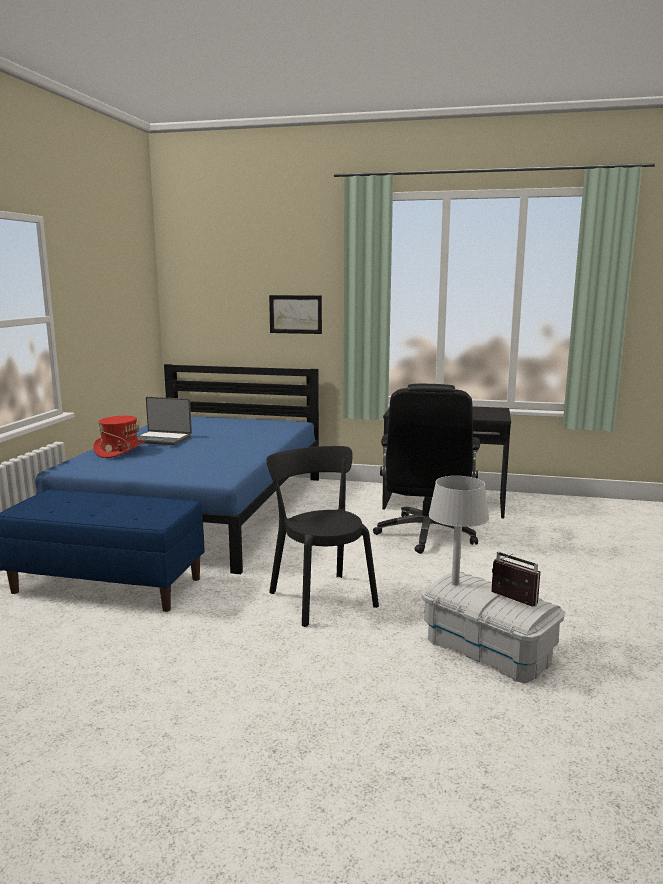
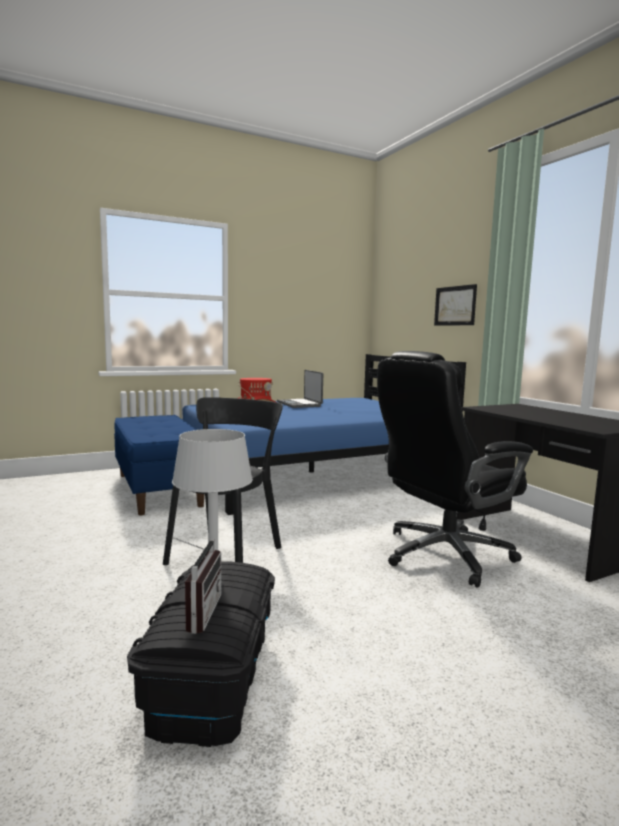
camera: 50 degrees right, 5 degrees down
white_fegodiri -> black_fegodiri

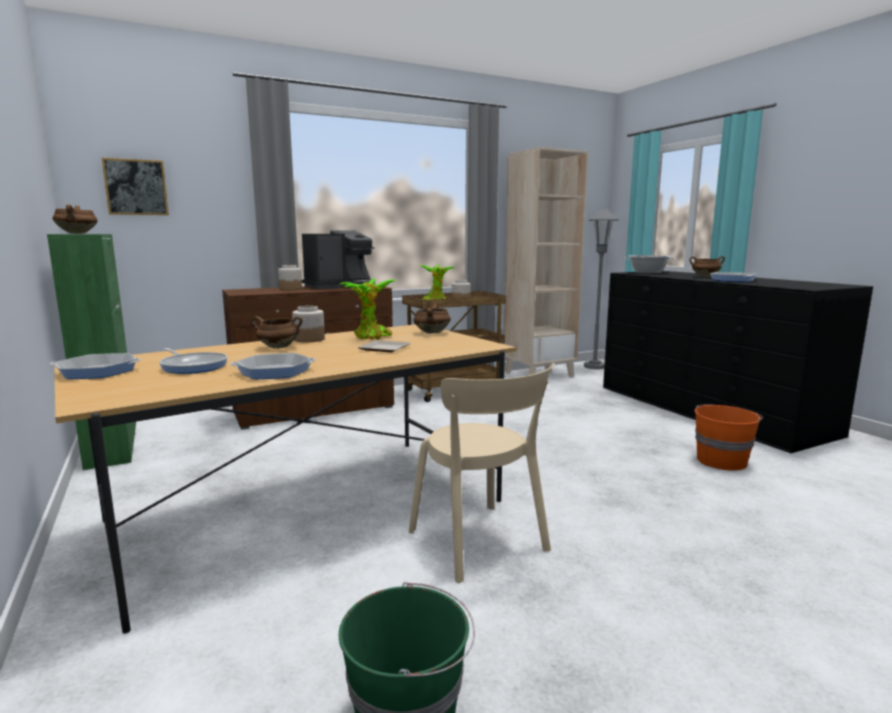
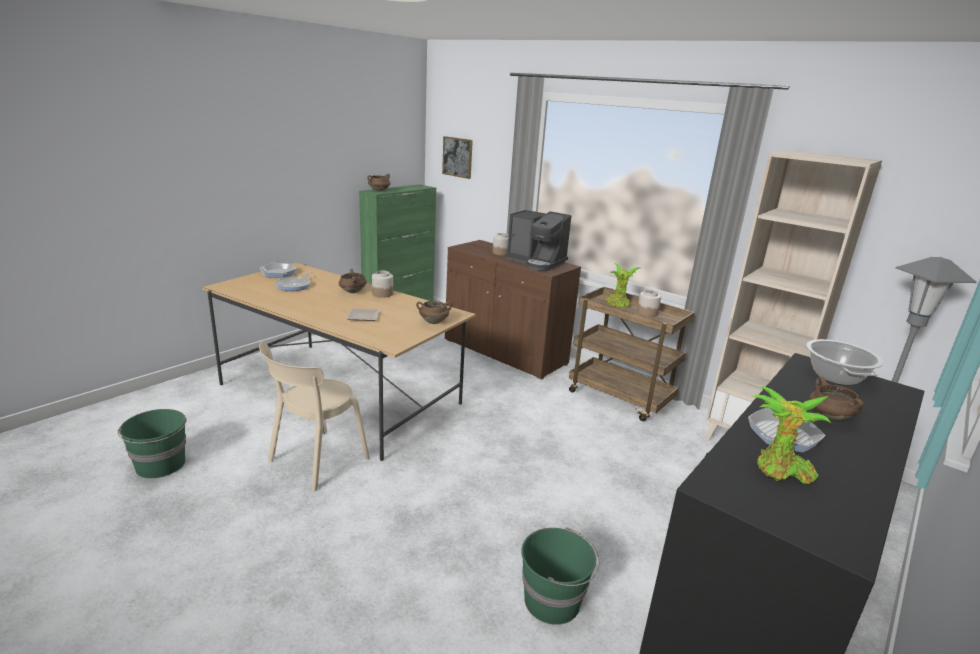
camera: 65 degrees right, 10 degrees up
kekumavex (3rd from left) -> none
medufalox (1st from left in the first image) -> medufalox (2nd from left), move
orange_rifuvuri -> green_rifuvuri (2nd from left)

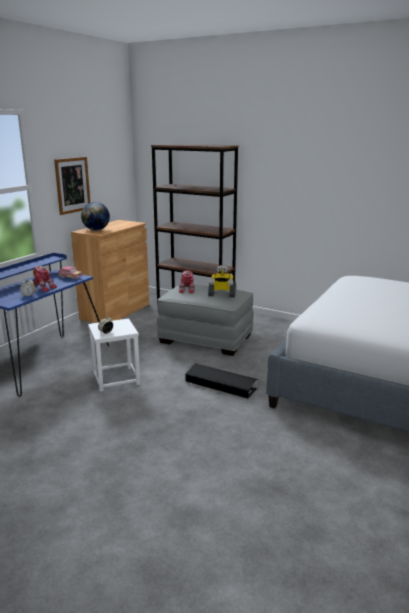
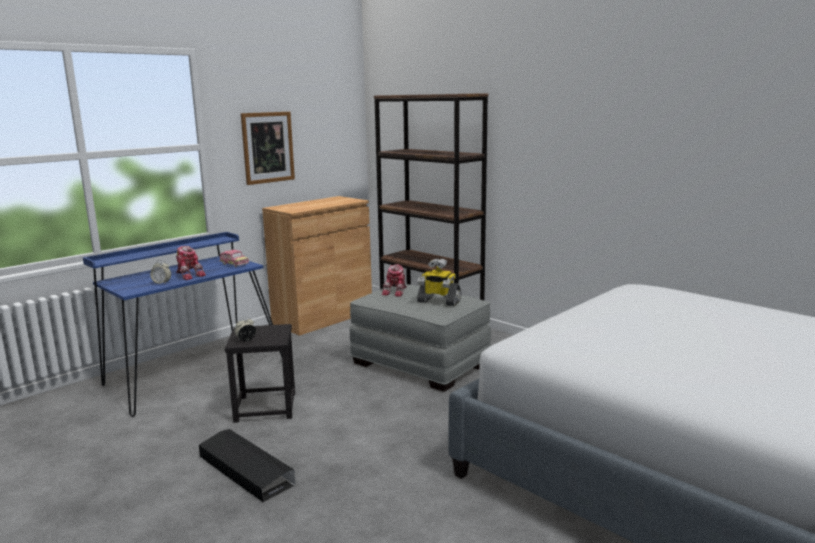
camera: 15 degrees right, 5 degrees down
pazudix -> none
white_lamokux -> black_lamokux
black_fegodiri, move

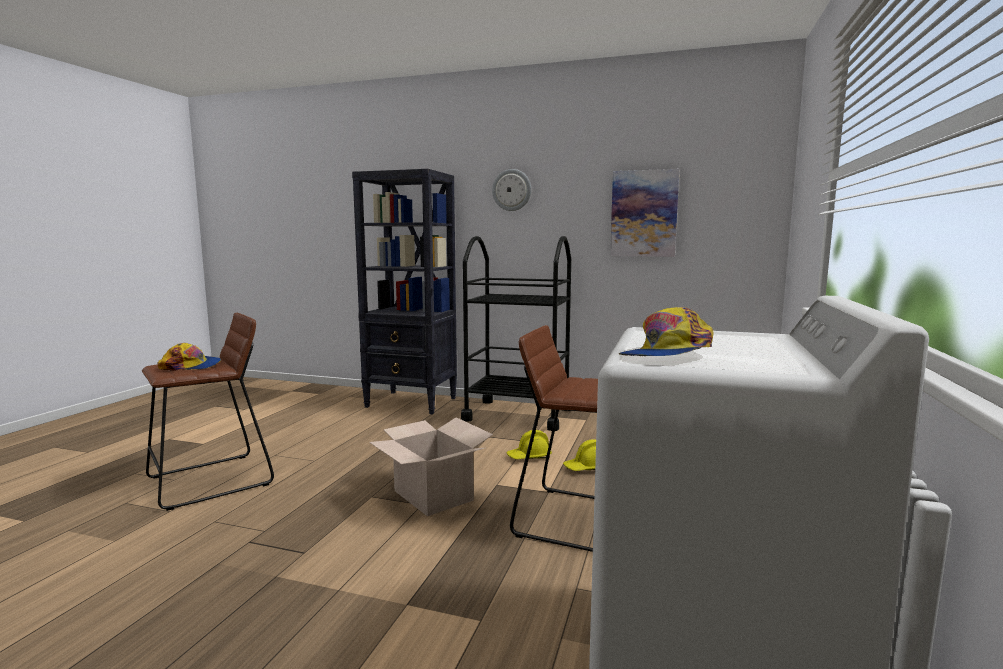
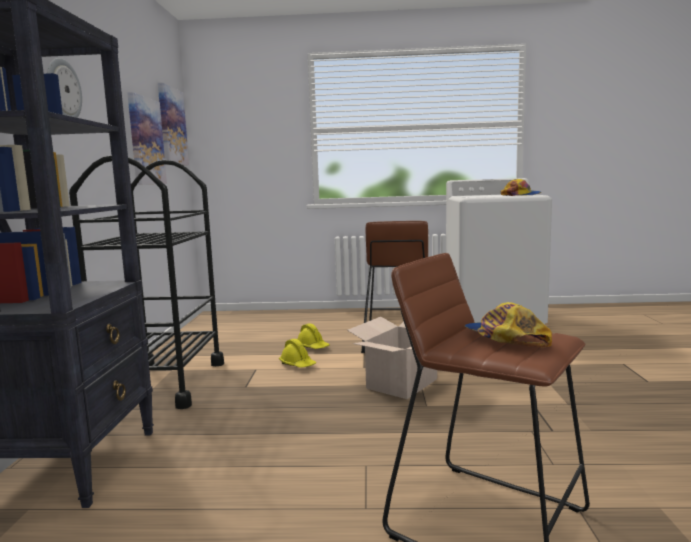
camera: 105 degrees left, 0 degrees up
none -> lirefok (2nd from left)

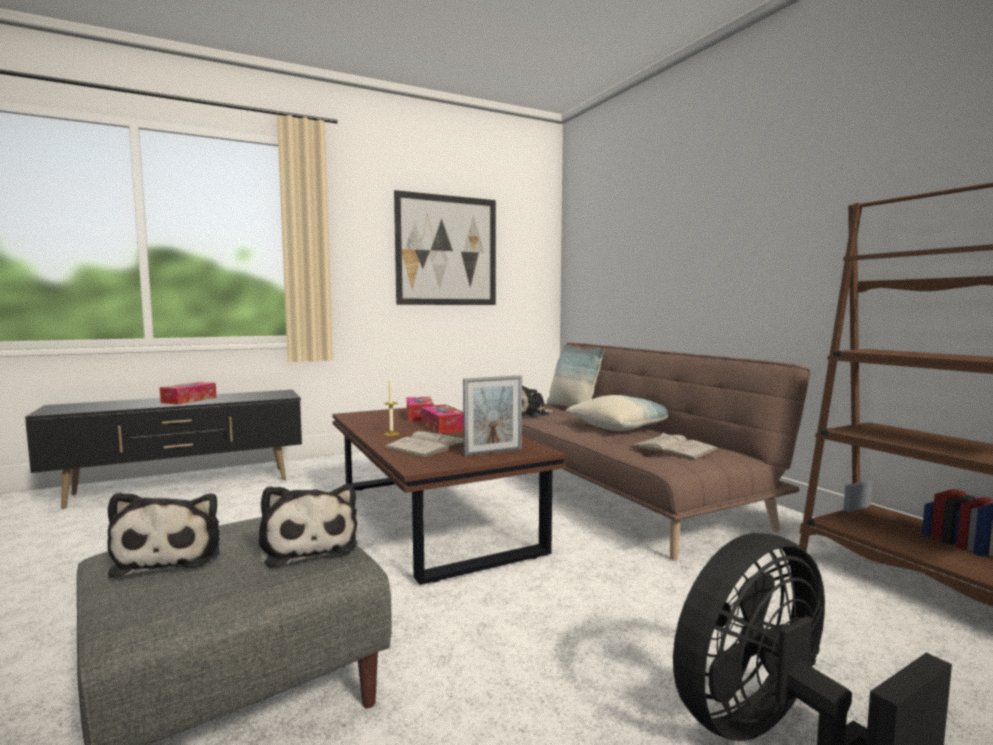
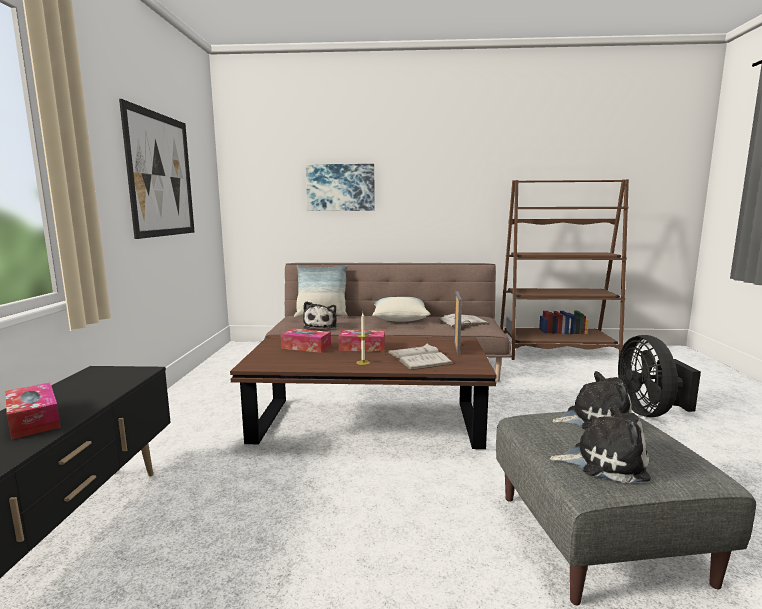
camera: 60 degrees left, 5 degrees up
none -> lirefok (2nd from left)

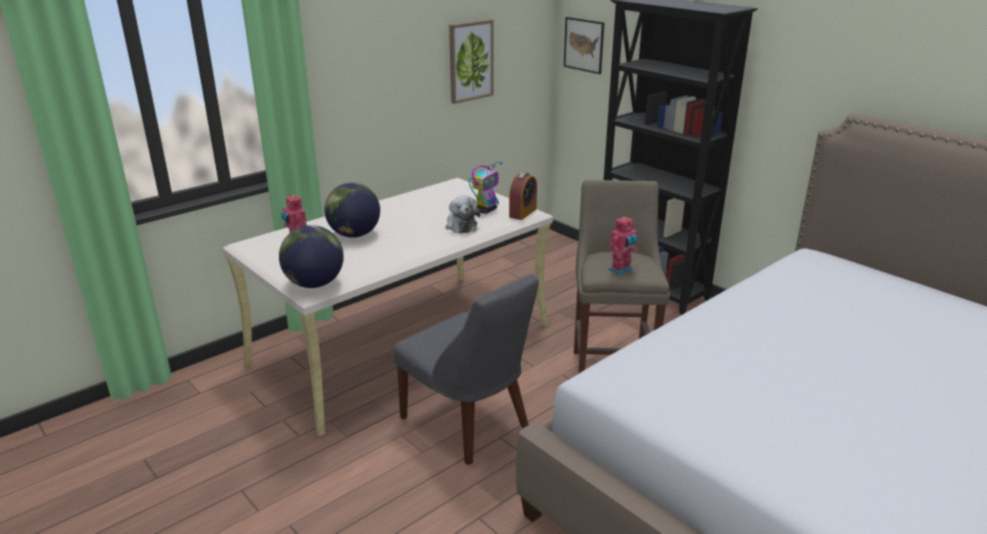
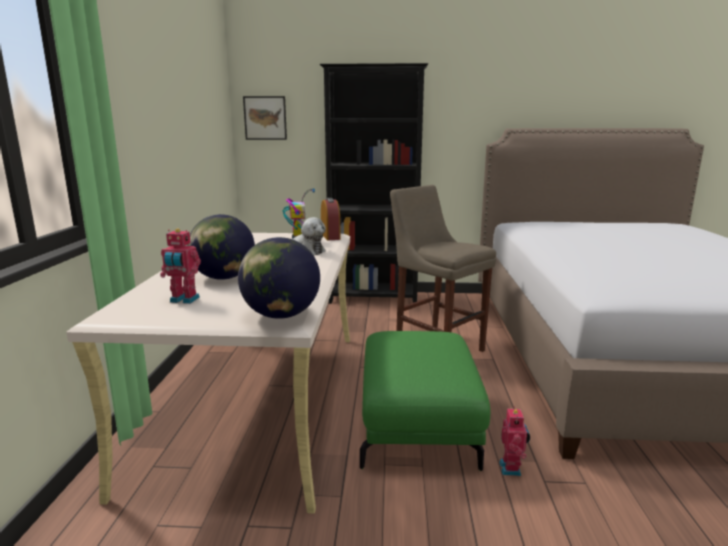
camera: 45 degrees left, 10 degrees down
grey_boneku -> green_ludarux
lirefok (1st from left) -> none
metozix (3rd from left), move

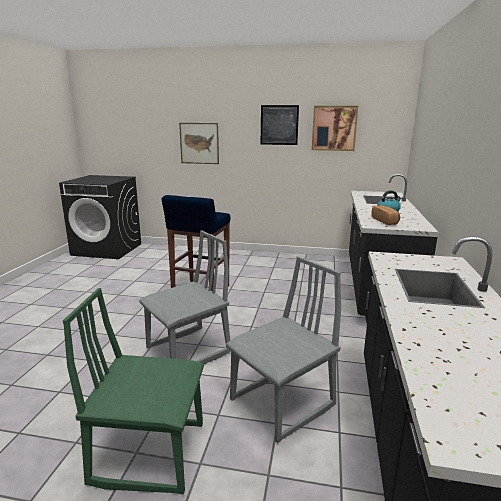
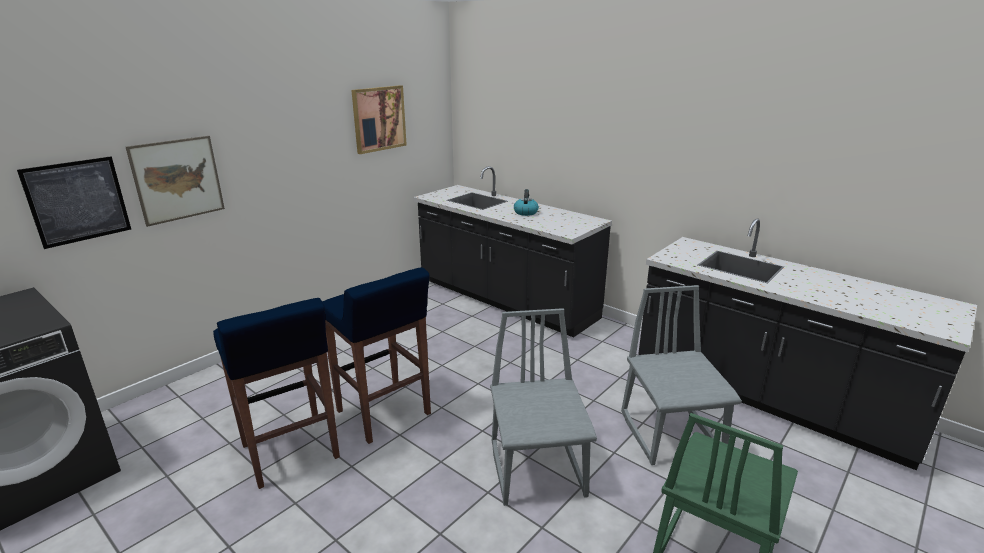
camera: 60 degrees left, 5 degrees up
lirefok (2nd from left in the first image) -> lirefok (1st from left), move
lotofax -> none
none -> blue_lamokux (1st from left)

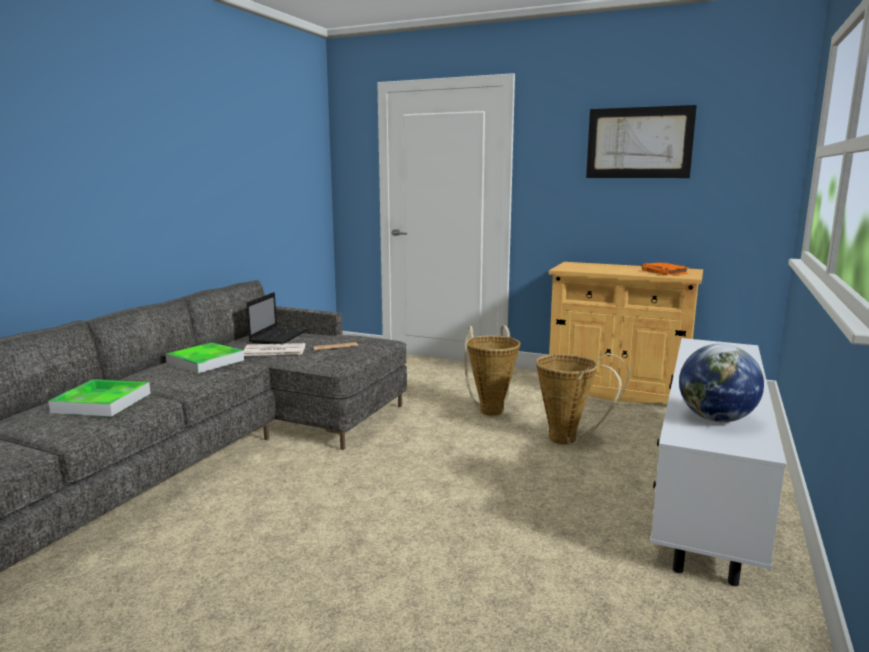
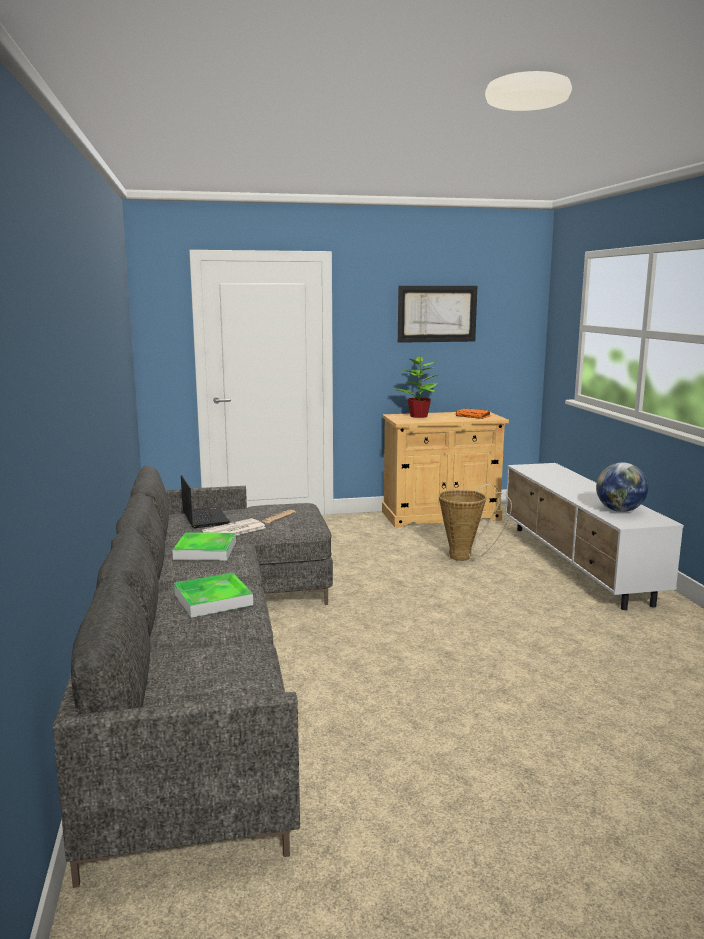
camera: 35 degrees left, 0 degrees up
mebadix (1st from left) -> none
none -> medufalox

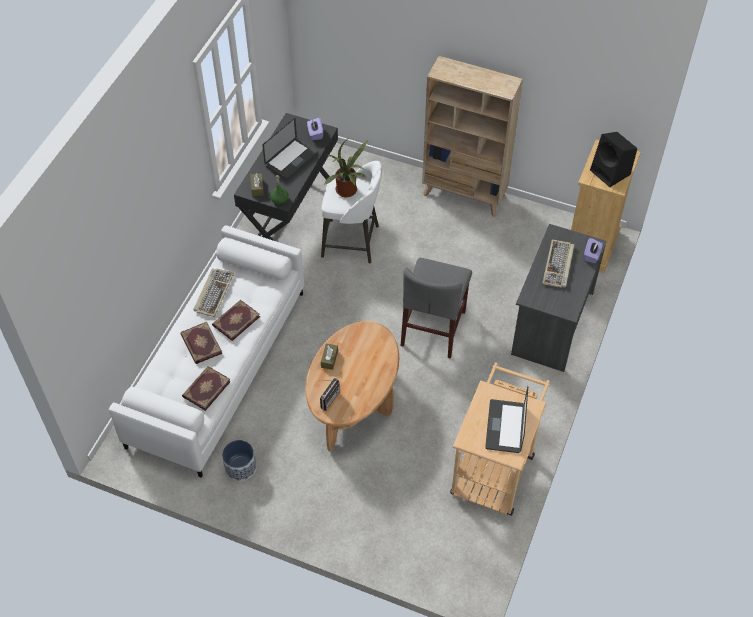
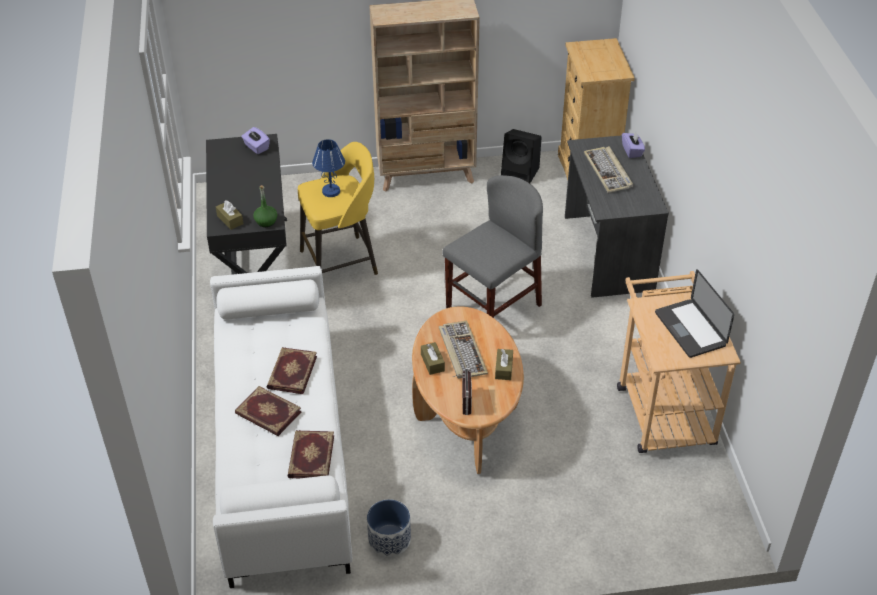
camera: 30 degrees left, 10 degrees down
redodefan (1st from left), move
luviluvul (1st from left) -> none
white_lamokux -> yellow_lamokux
medufalox -> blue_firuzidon
grey_boneku, 120 degrees counterclockwise
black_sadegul, move
none -> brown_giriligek (3rd from left)

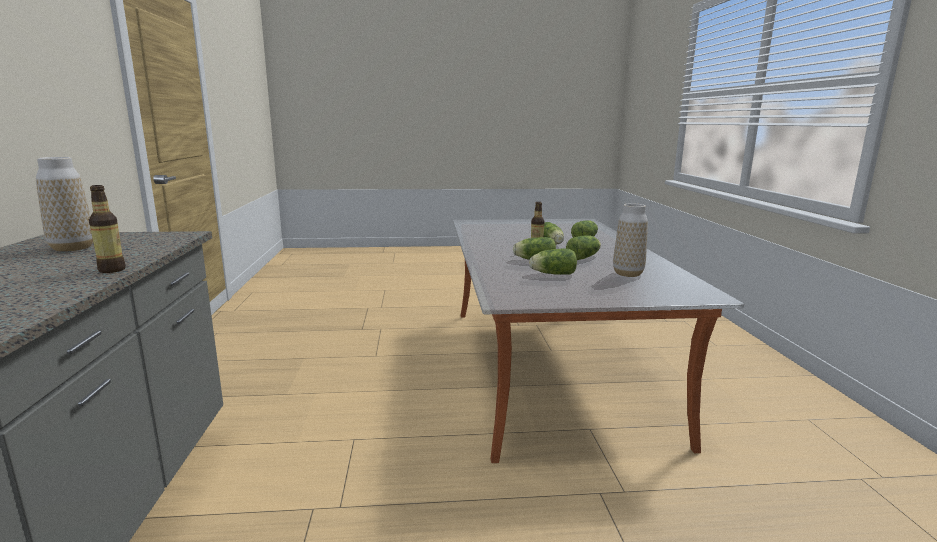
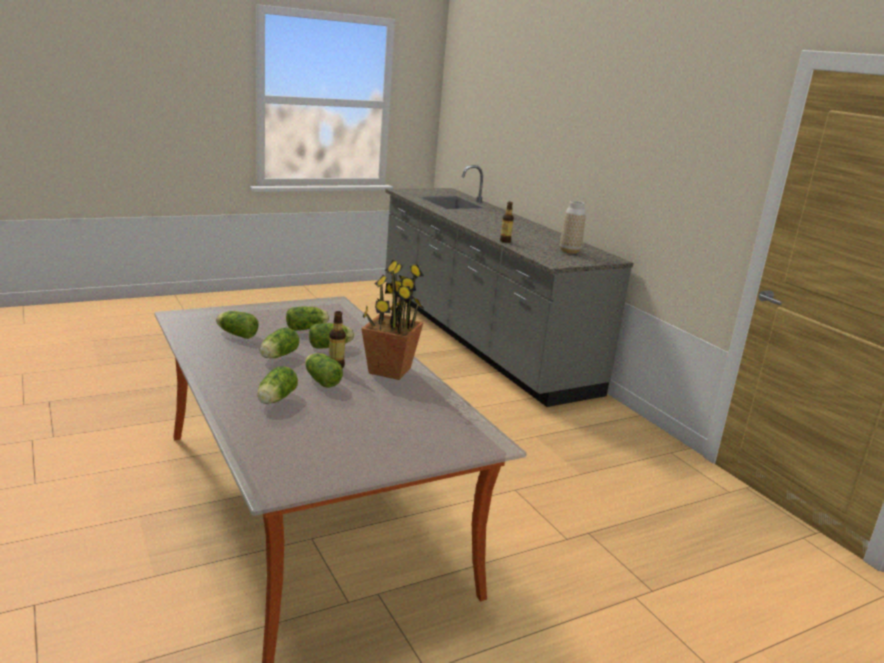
camera: 155 degrees right, 5 degrees up
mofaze (2nd from left) -> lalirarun (1st from left)
none -> medufalox

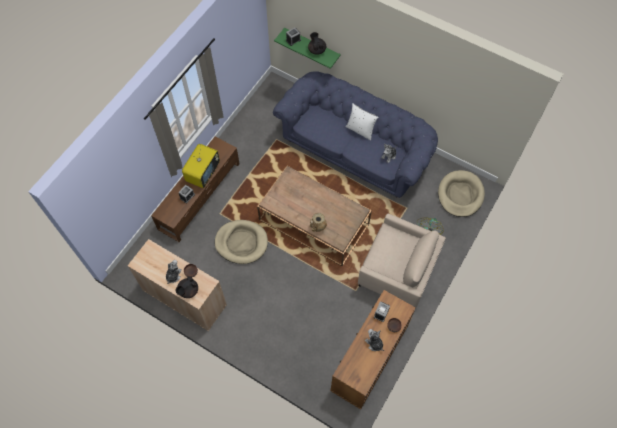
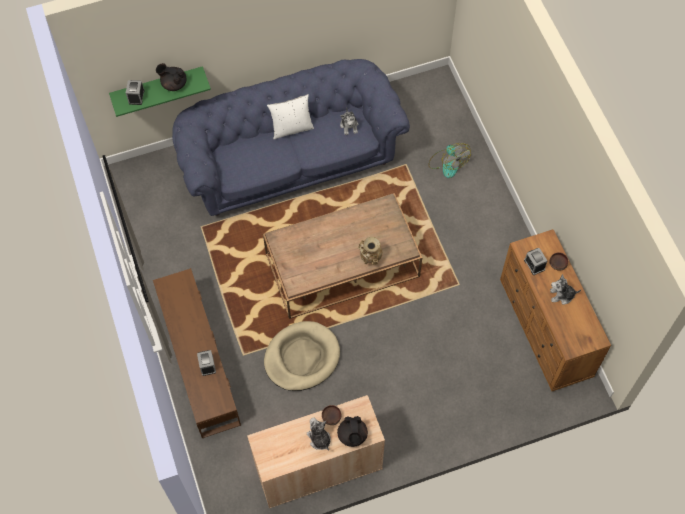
camera: 50 degrees left, 0 degrees up
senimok -> none
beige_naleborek -> none
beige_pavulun (2nd from left) -> none

